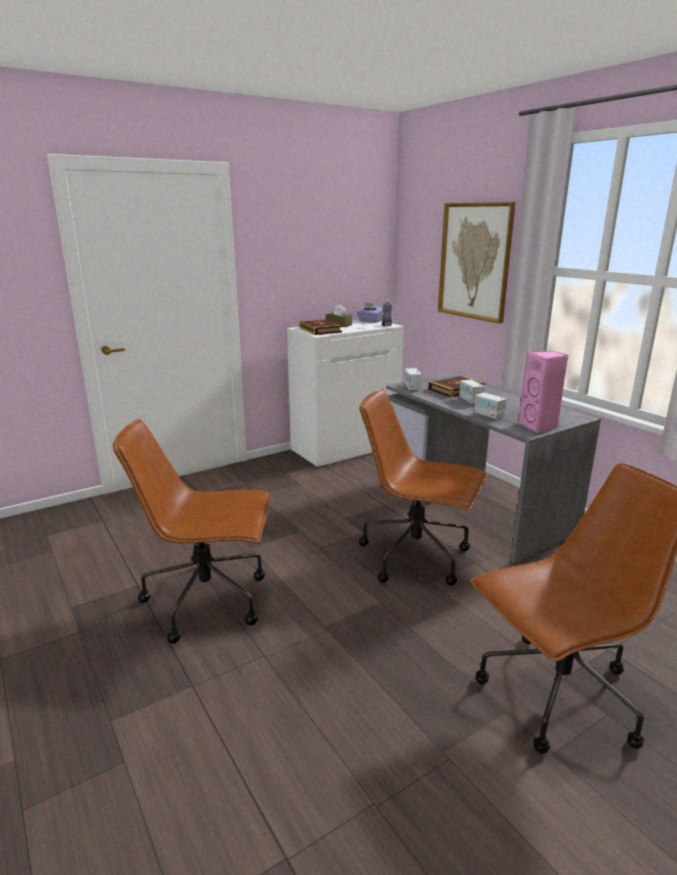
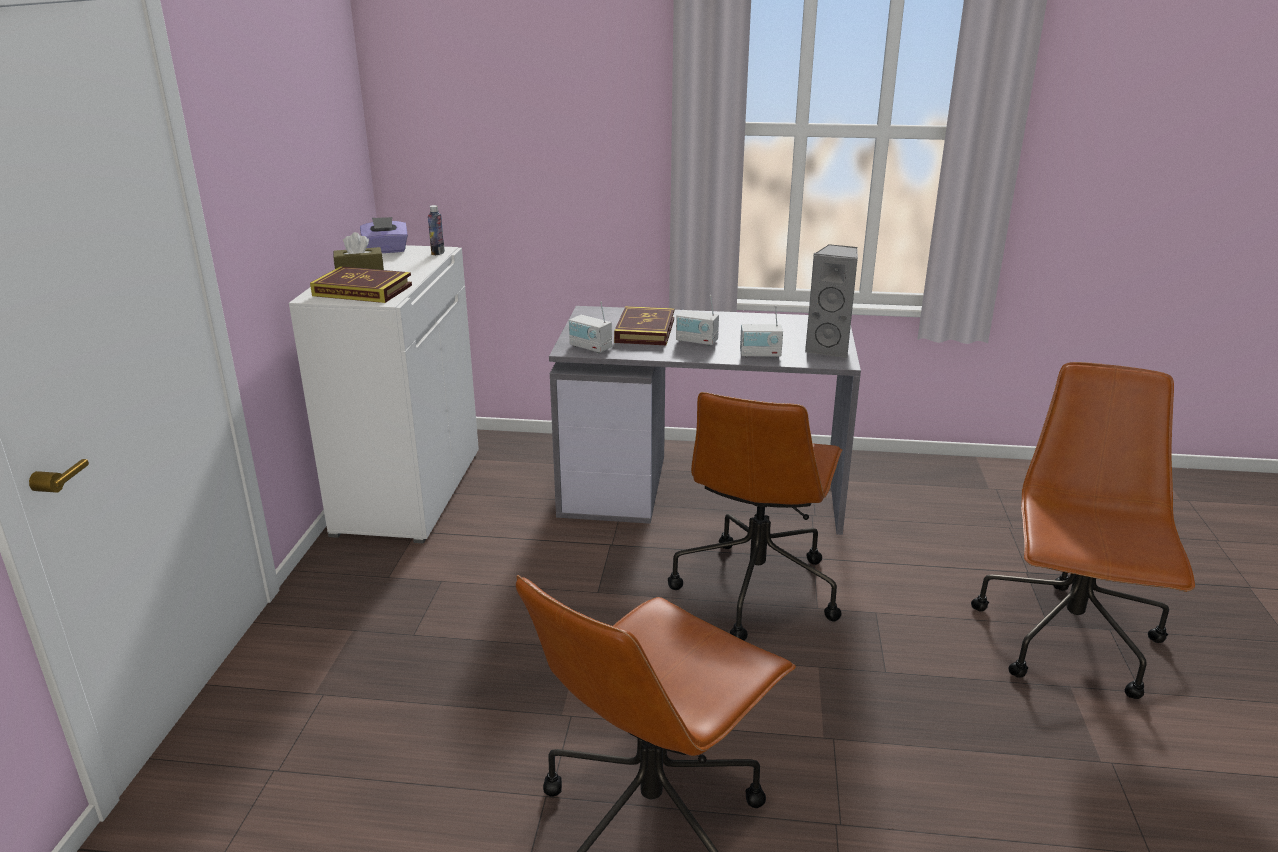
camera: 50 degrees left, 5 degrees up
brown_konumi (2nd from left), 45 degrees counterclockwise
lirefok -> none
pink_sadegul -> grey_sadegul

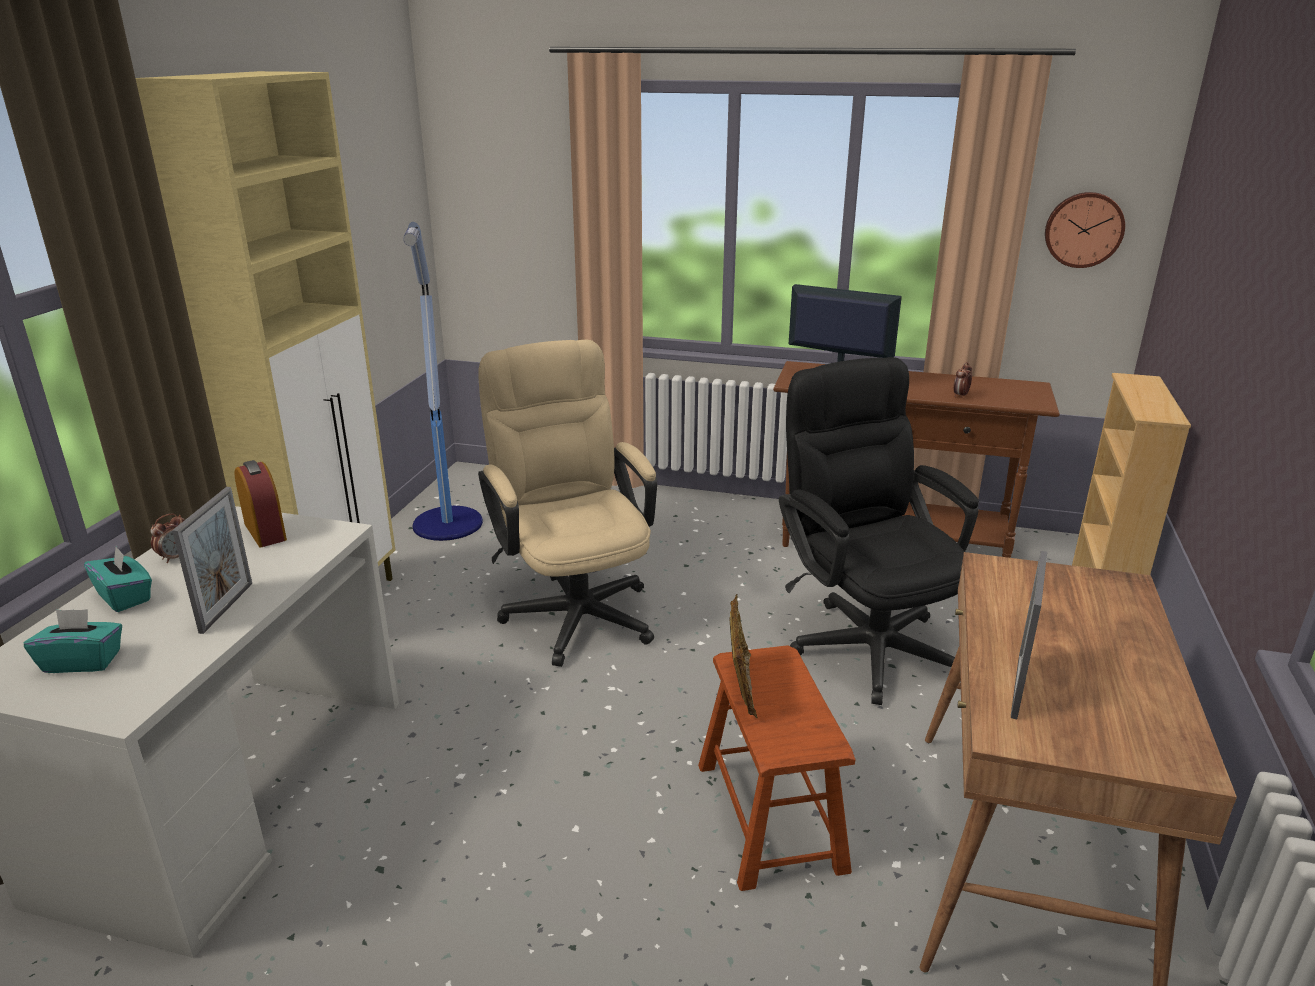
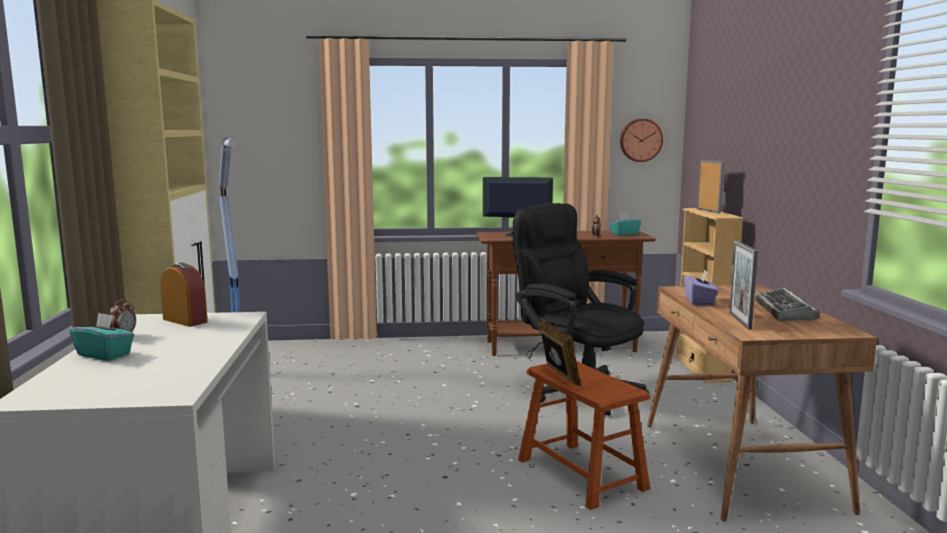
camera: 20 degrees left, 15 degrees down
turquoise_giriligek (1st from left in the first image) -> turquoise_giriligek (2nd from left), move
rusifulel (1st from left in the first image) -> rusifulel (2nd from left), move
beige_konumi -> none
none -> purple_giriligek
none -> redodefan

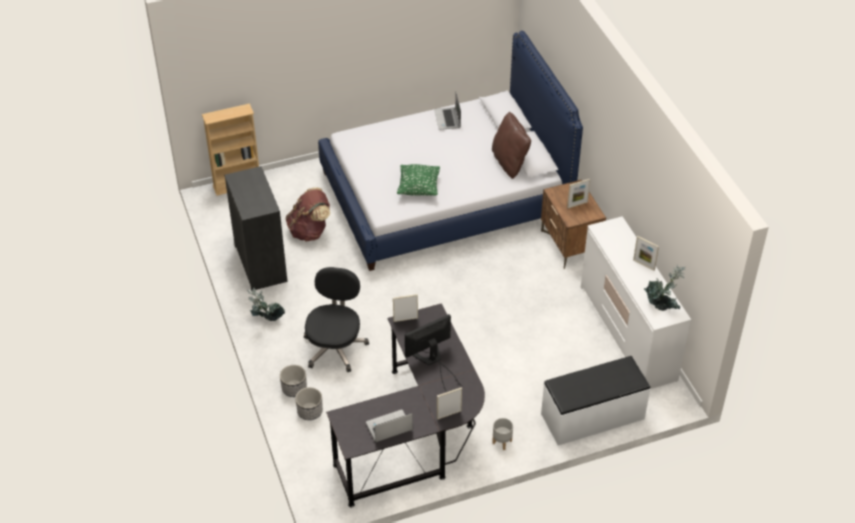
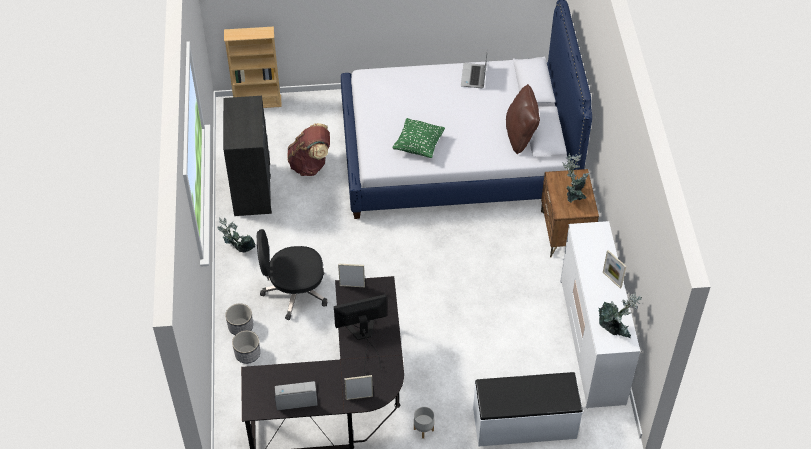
camera: 15 degrees right, 5 degrees up
black_konumi, 120 degrees counterclockwise
rusifulel (3rd from left) -> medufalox (2nd from left)

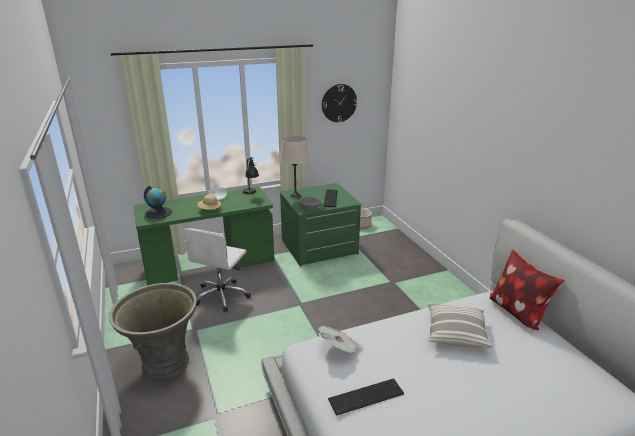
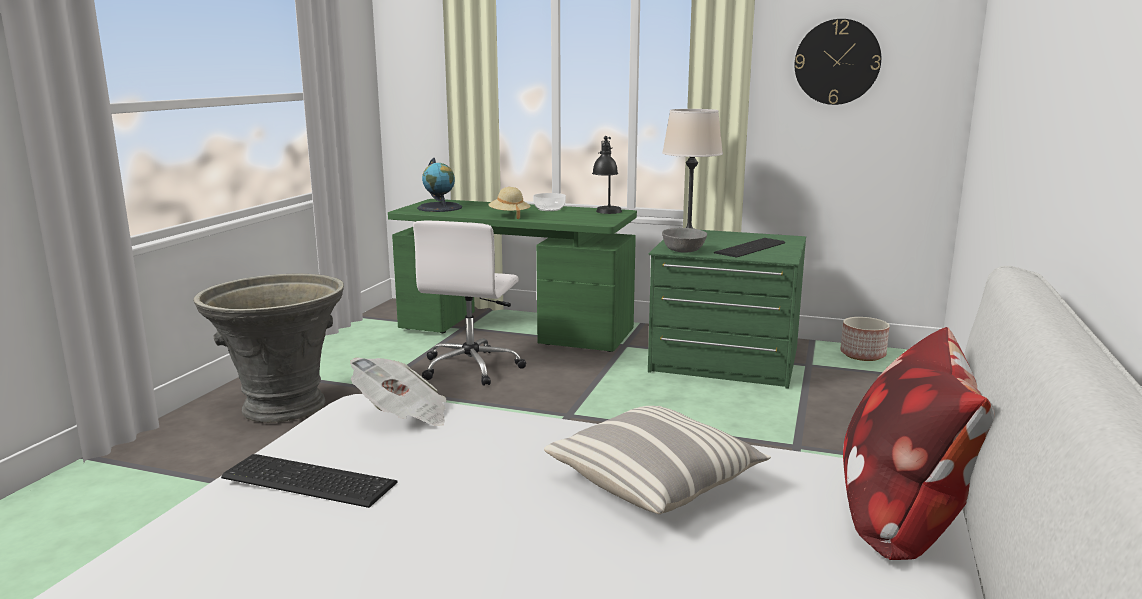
camera: 40 degrees right, 10 degrees down
white_konumi, 45 degrees counterclockwise

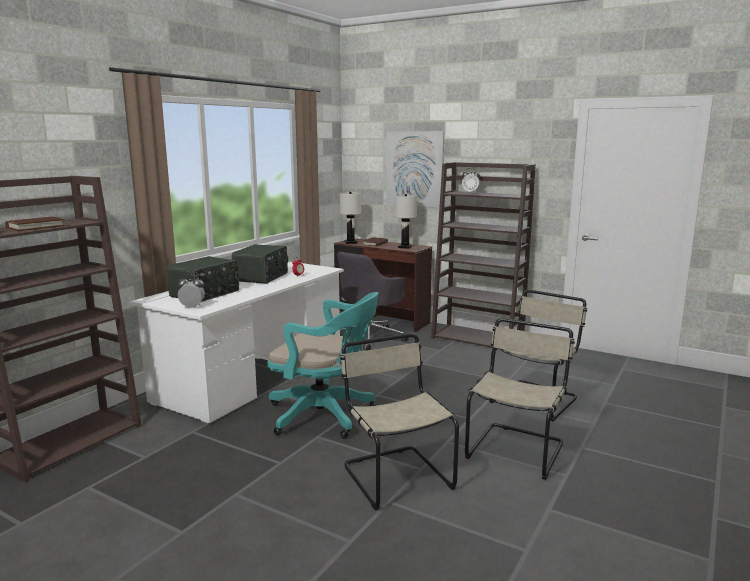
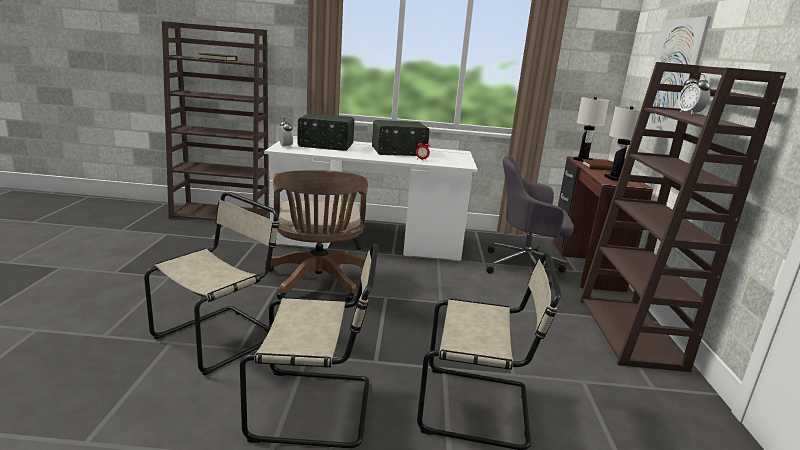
camera: 60 degrees right, 5 degrees up
turquoise_konumi -> brown_konumi

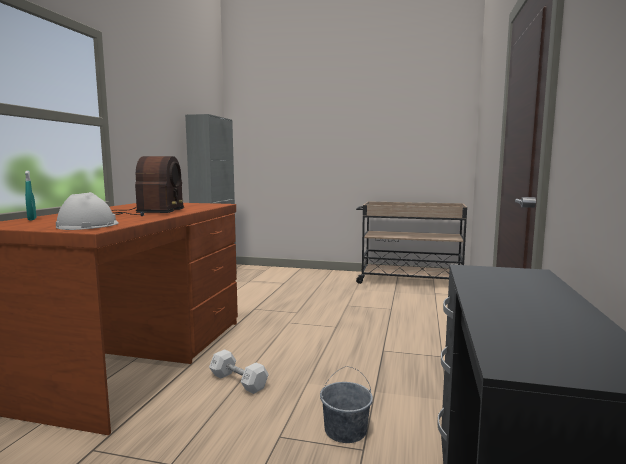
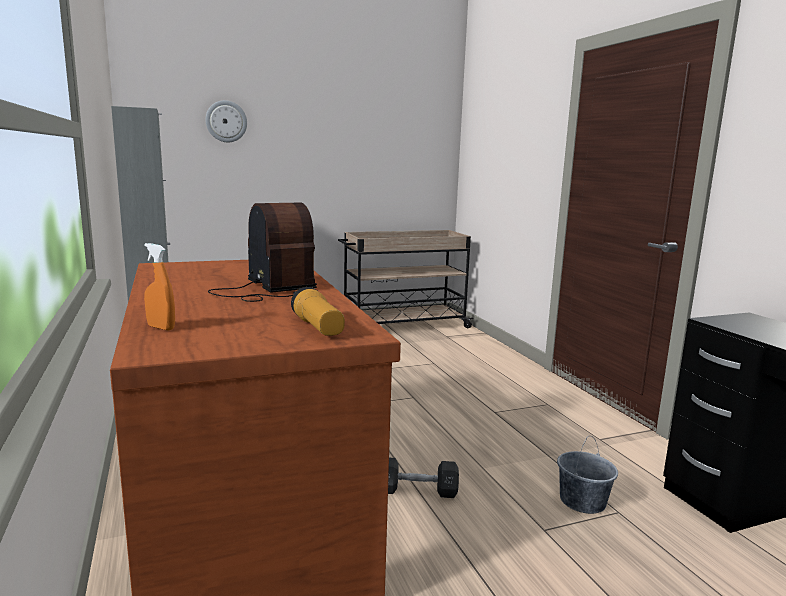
camera: 35 degrees left, 5 degrees up
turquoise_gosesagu -> orange_gosesagu
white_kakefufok -> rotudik
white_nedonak -> black_nedonak
none -> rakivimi

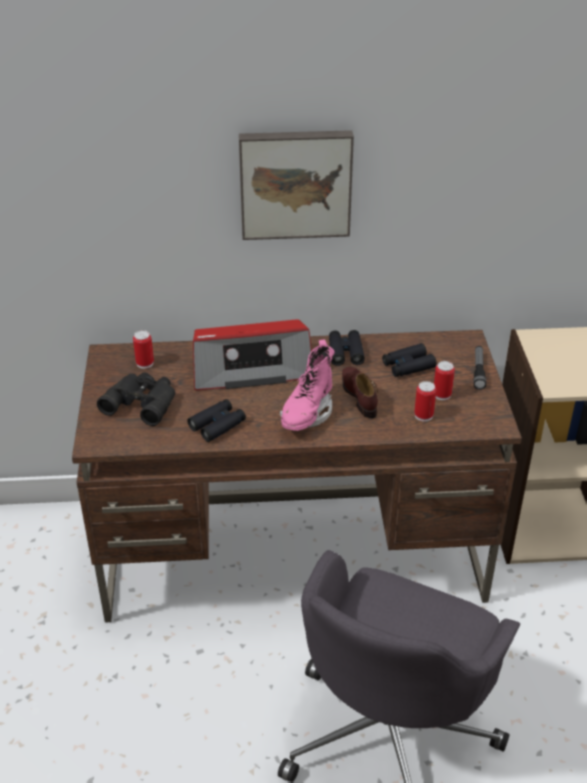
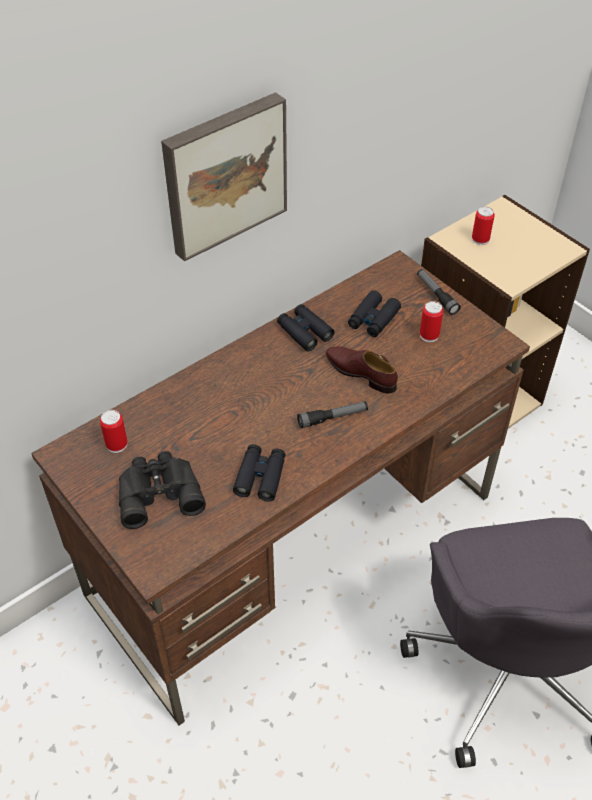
camera: 35 degrees left, 10 degrees up
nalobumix -> none
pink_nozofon -> rotudik (1st from left)
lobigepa (2nd from left in the first image) -> lobigepa (3rd from left), move

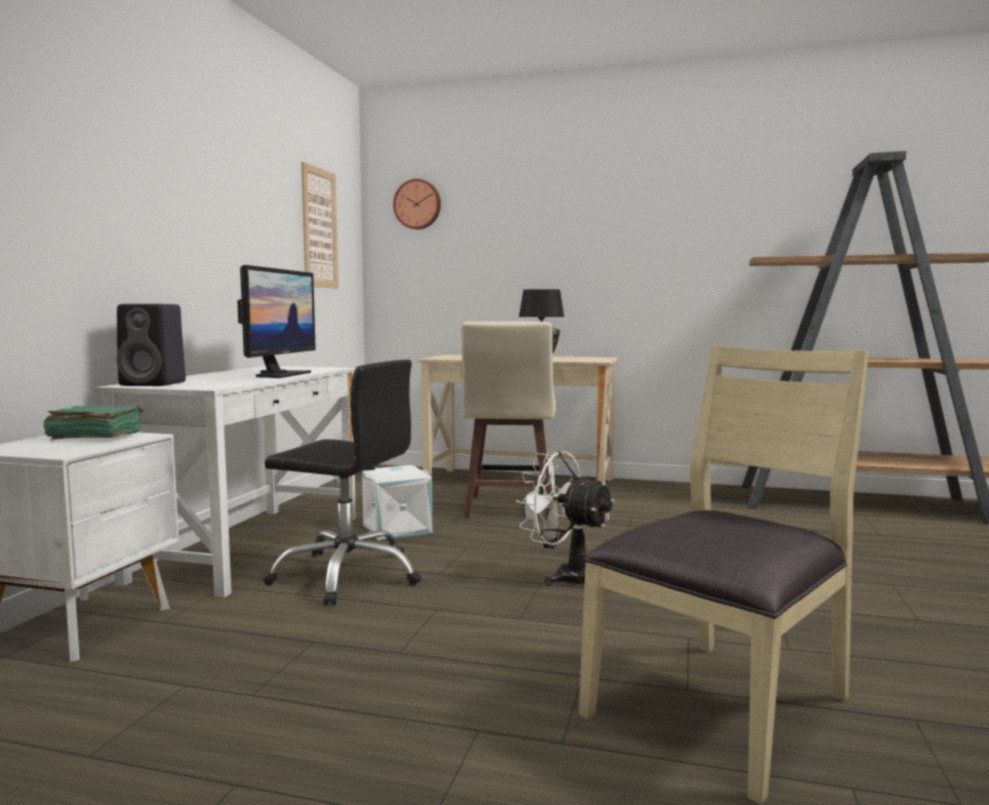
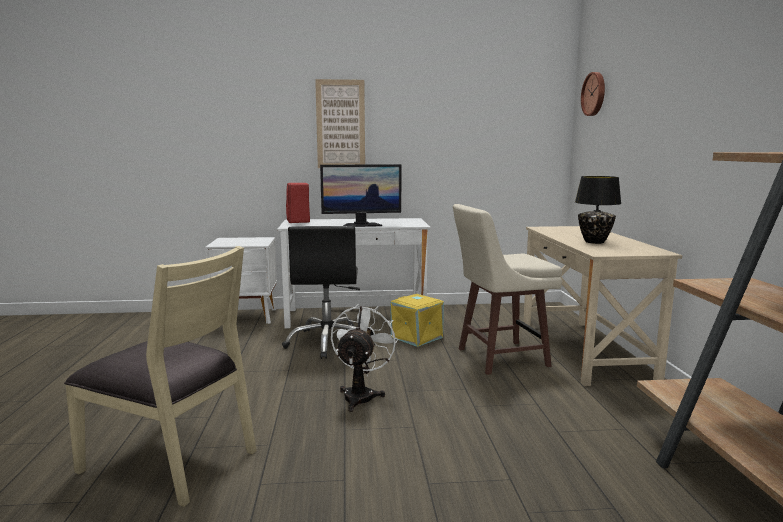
camera: 70 degrees right, 5 degrees up
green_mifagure -> none
black_sadegul -> red_sadegul
lirefok, move
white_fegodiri -> yellow_fegodiri

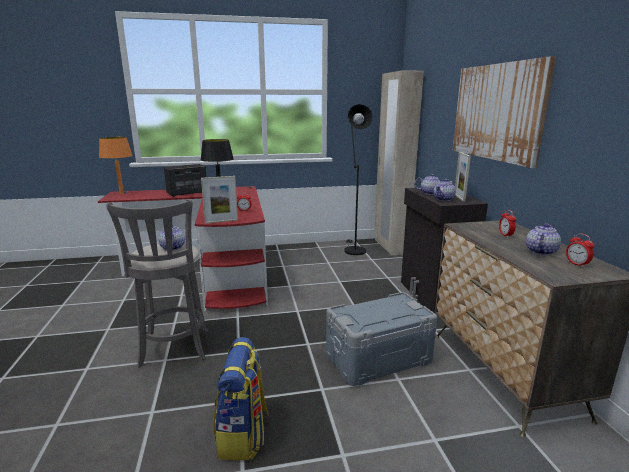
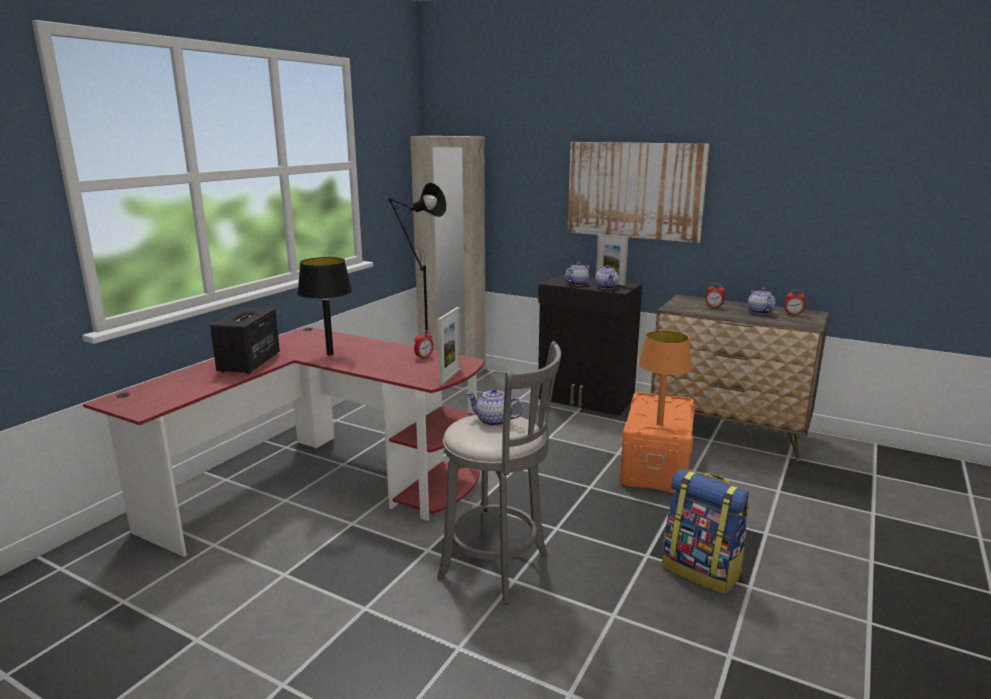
camera: 50 degrees left, 0 degrees up
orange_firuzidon, move
grey_fegodiri -> orange_fegodiri

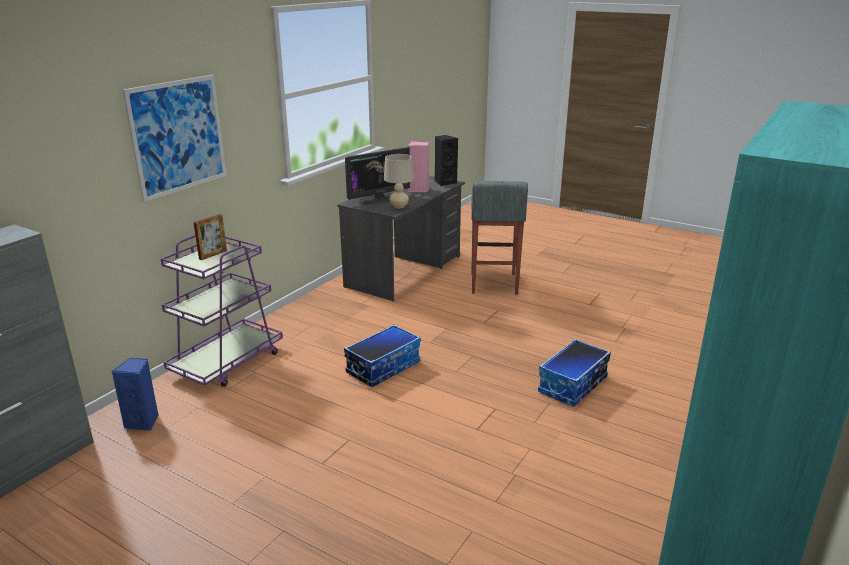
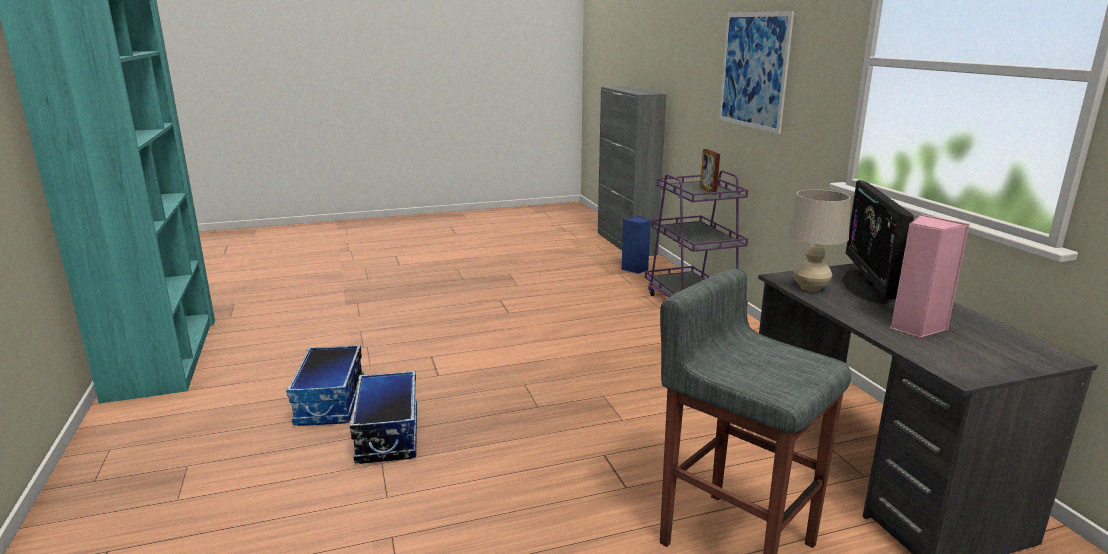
camera: 130 degrees right, 5 degrees down
fegodiri (1st from left), move
black_sadegul -> none

